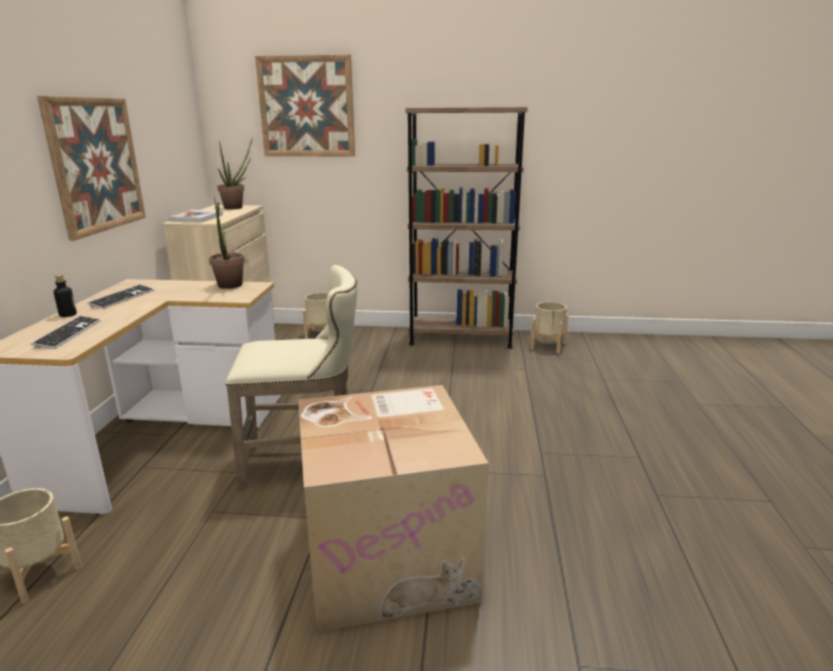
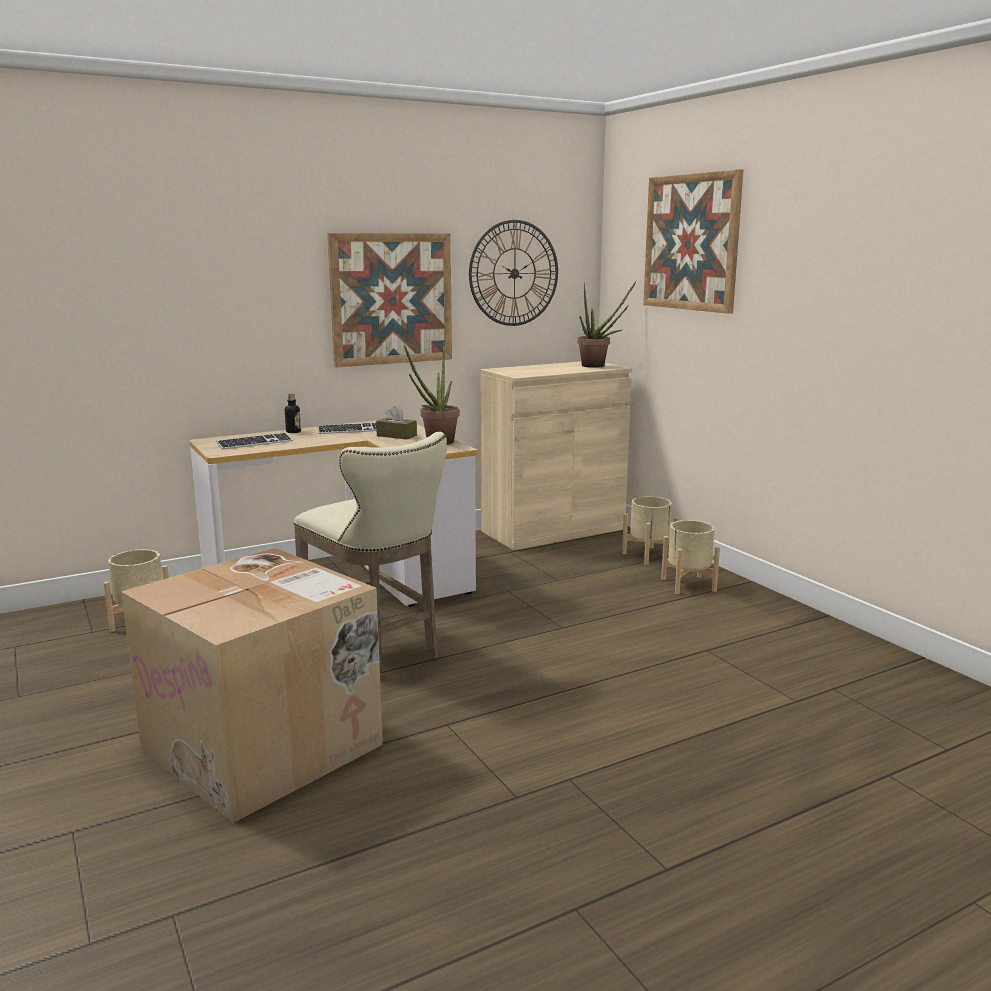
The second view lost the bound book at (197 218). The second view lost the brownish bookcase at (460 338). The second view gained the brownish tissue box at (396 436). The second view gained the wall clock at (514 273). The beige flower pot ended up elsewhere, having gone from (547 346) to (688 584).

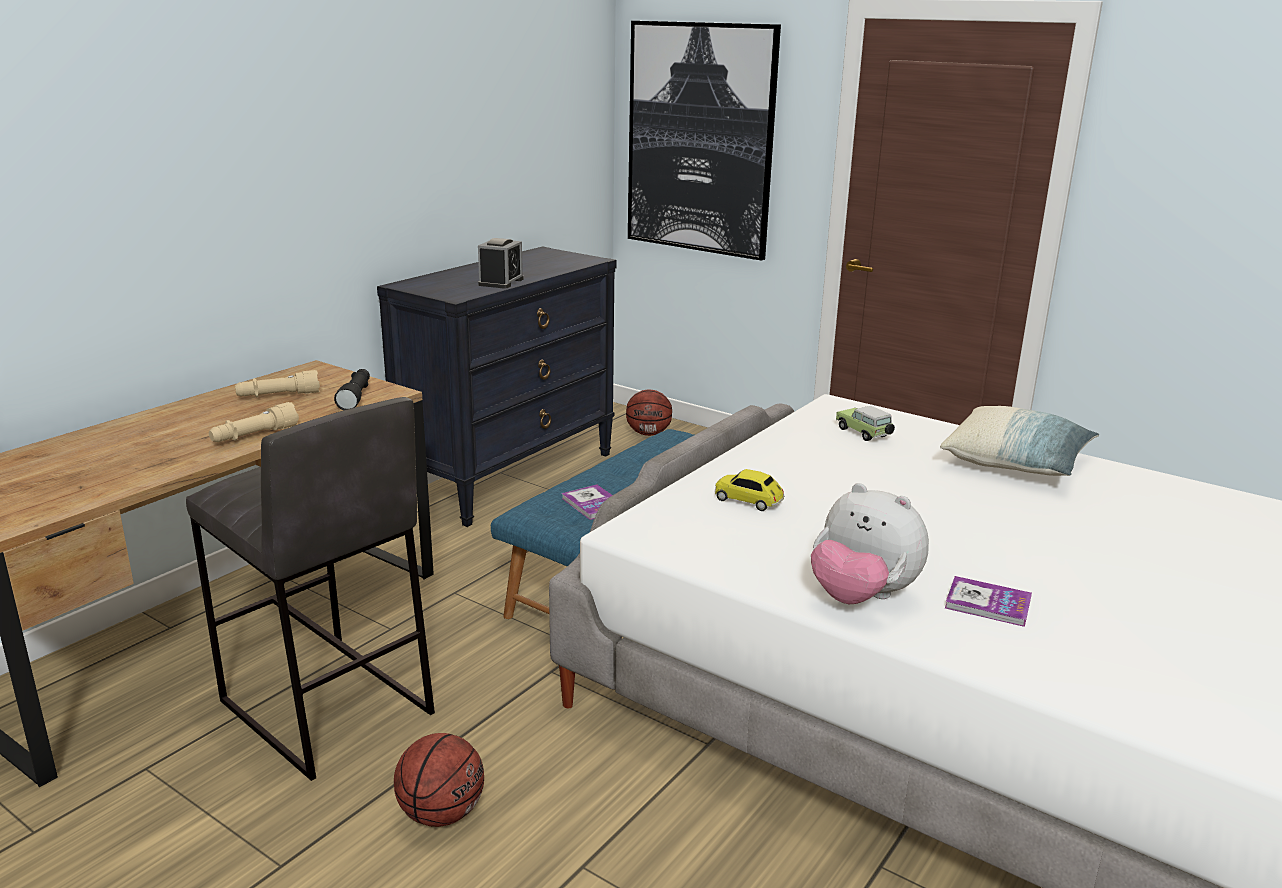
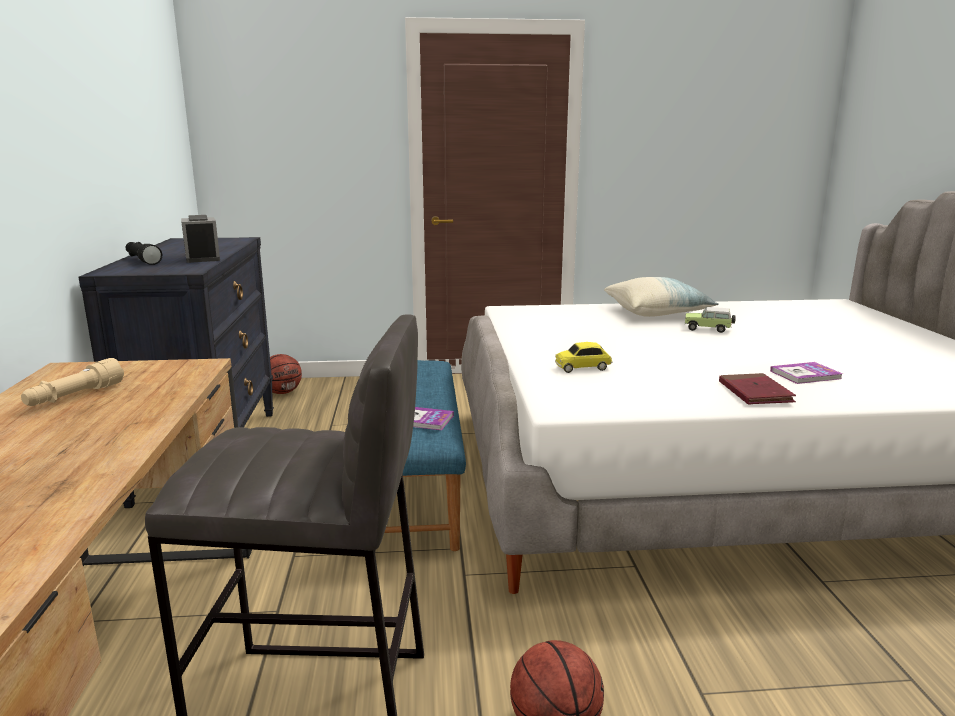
The second view lost the beige flashlight at (254 436). The second view lost the wall art at (700 139). The black flashlight ended up elsewhere, having gone from (356 397) to (142 260). The miniature car ended up elsewhere, having gone from (864 434) to (709 329). Where the soft toy stood at (861 597), the red-coloured bound book came to stand at (755 393).

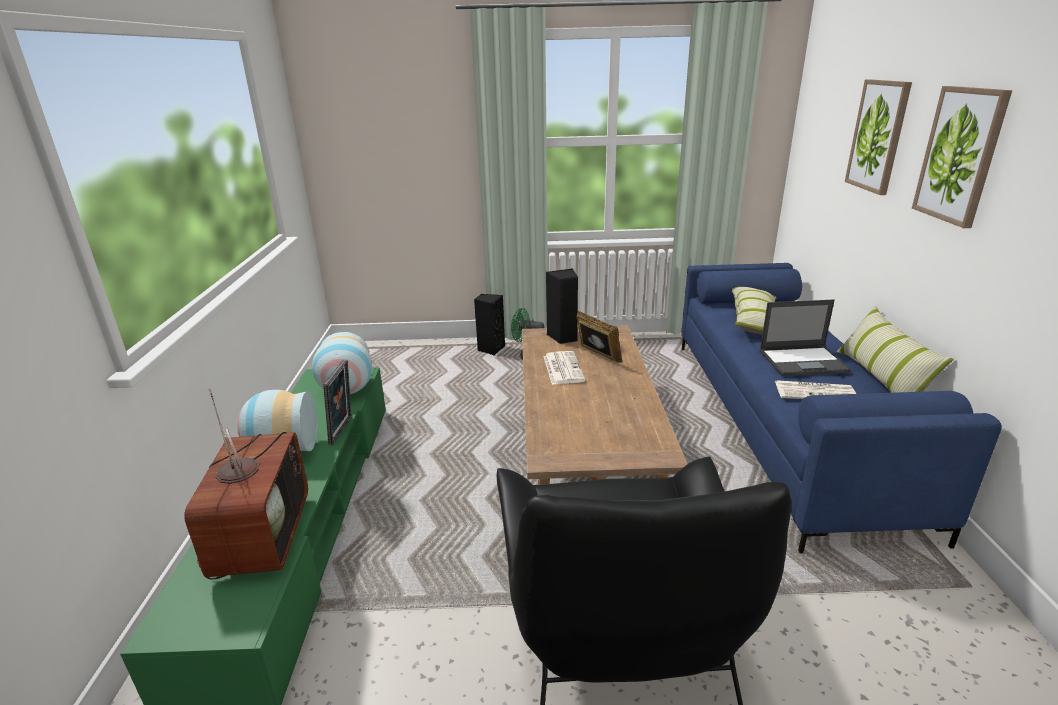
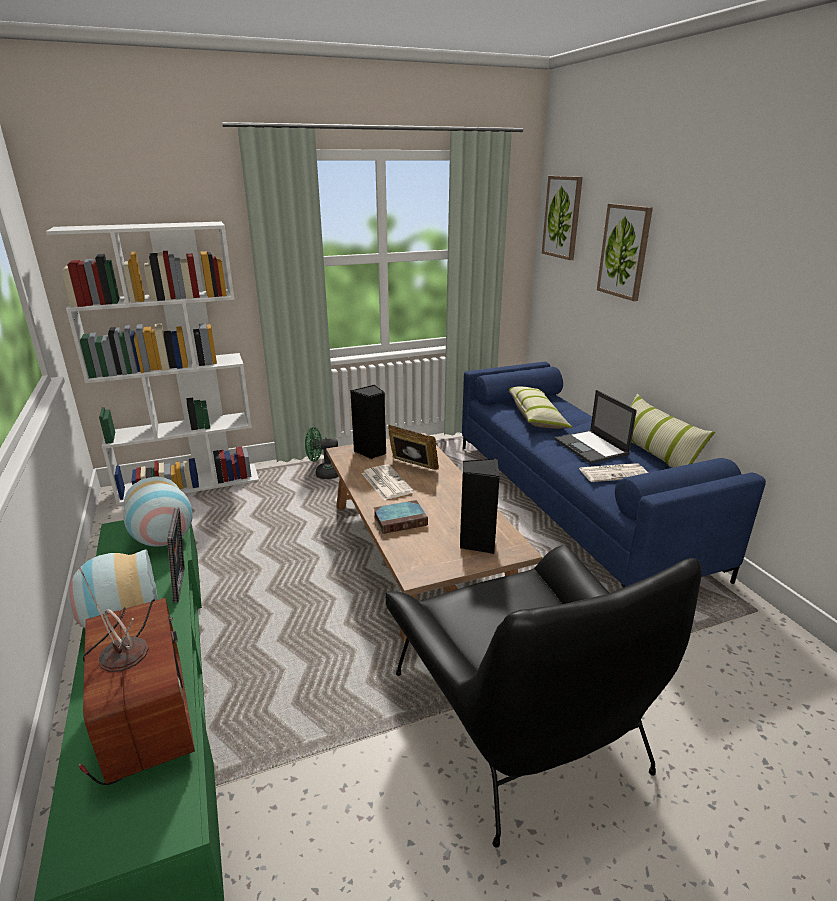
The second view gained the whitish bookcase at (190 484). The second view gained the bound book at (401 520). The black loudspeaker ended up elsewhere, having gone from (491 349) to (477 542). The wall art ended up elsewhere, having gone from (960 155) to (562 217). The portable computer at (804 361) ended up facing another way, 90 degrees clockwise from before.

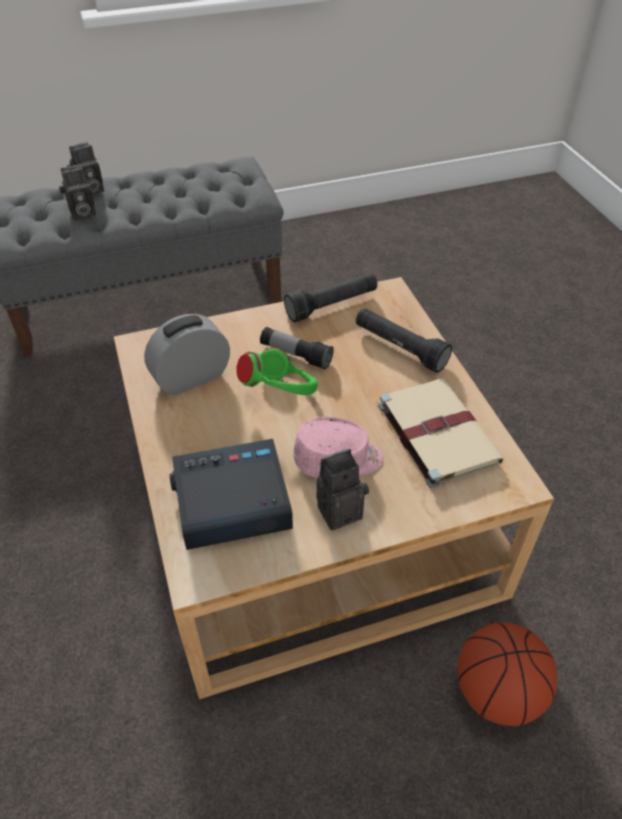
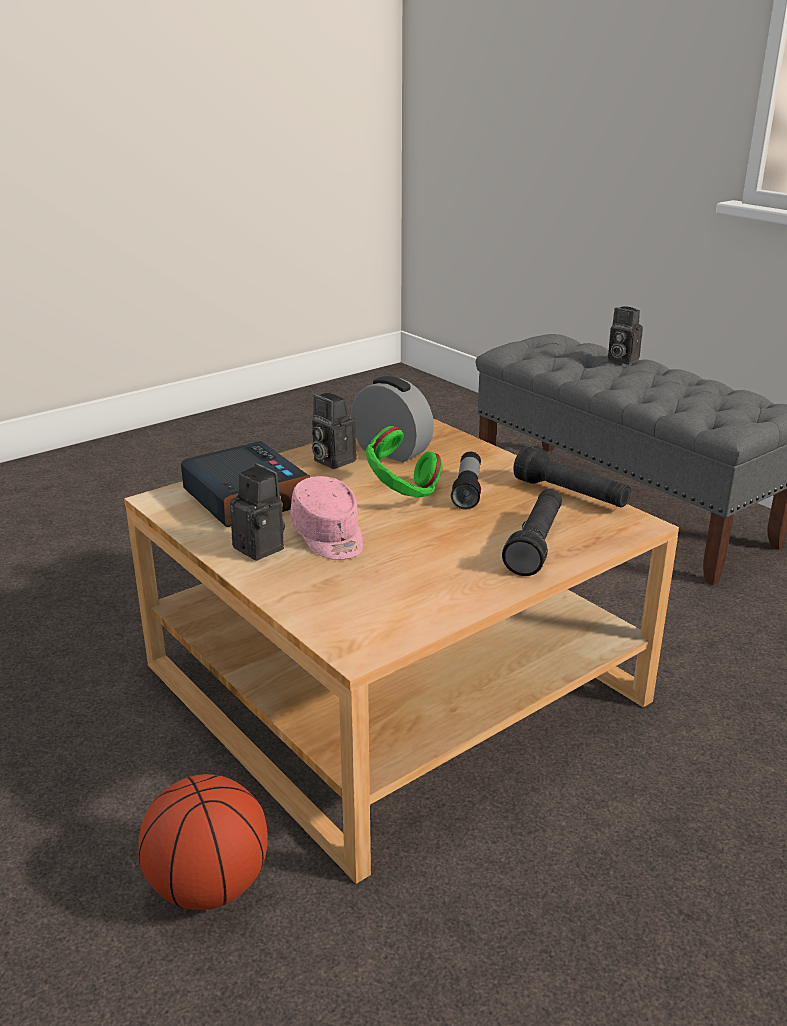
The second view lost the beige bound book at (436 432). The photo camera ended up elsewhere, having gone from (81 214) to (331 460).

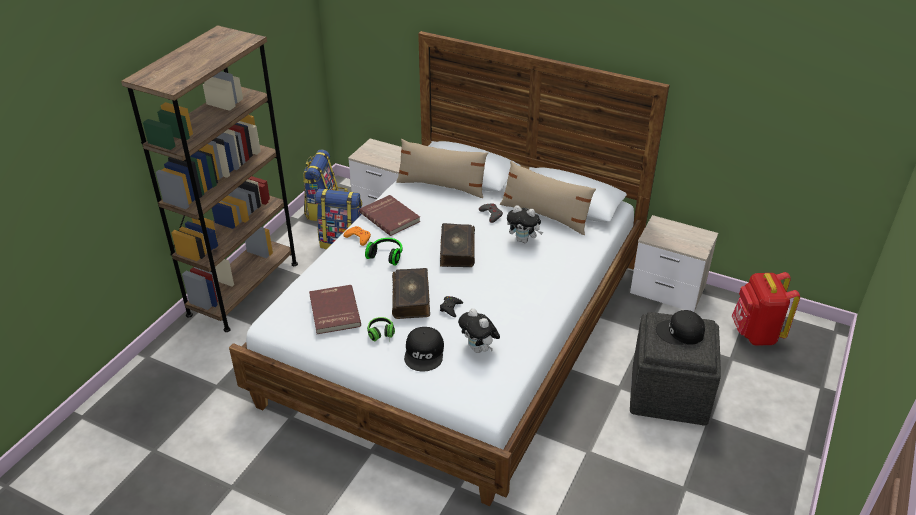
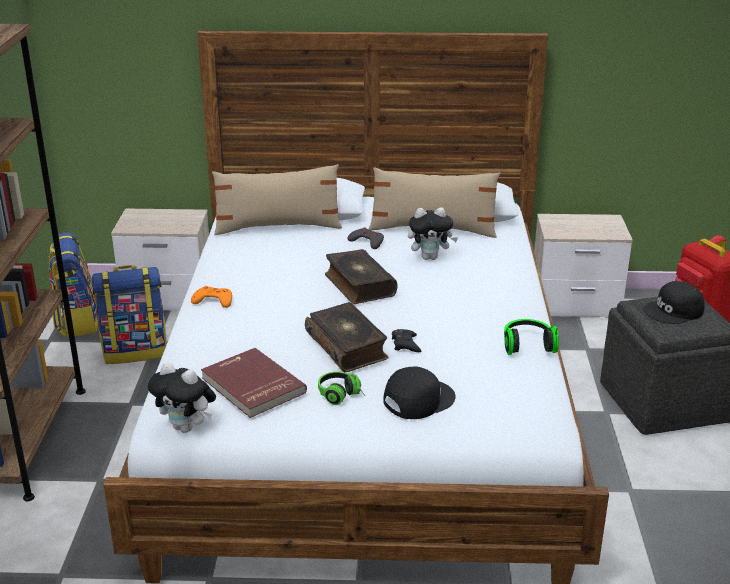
The second view lost the red-coloured bound book at (391 217). The pair of headphones ended up elsewhere, having gone from (386 255) to (527 345). The soft toy ended up elsewhere, having gone from (479 349) to (187 427). The black baseball cap at (425 353) ended up facing another way, 105 degrees counterclockwise from before.

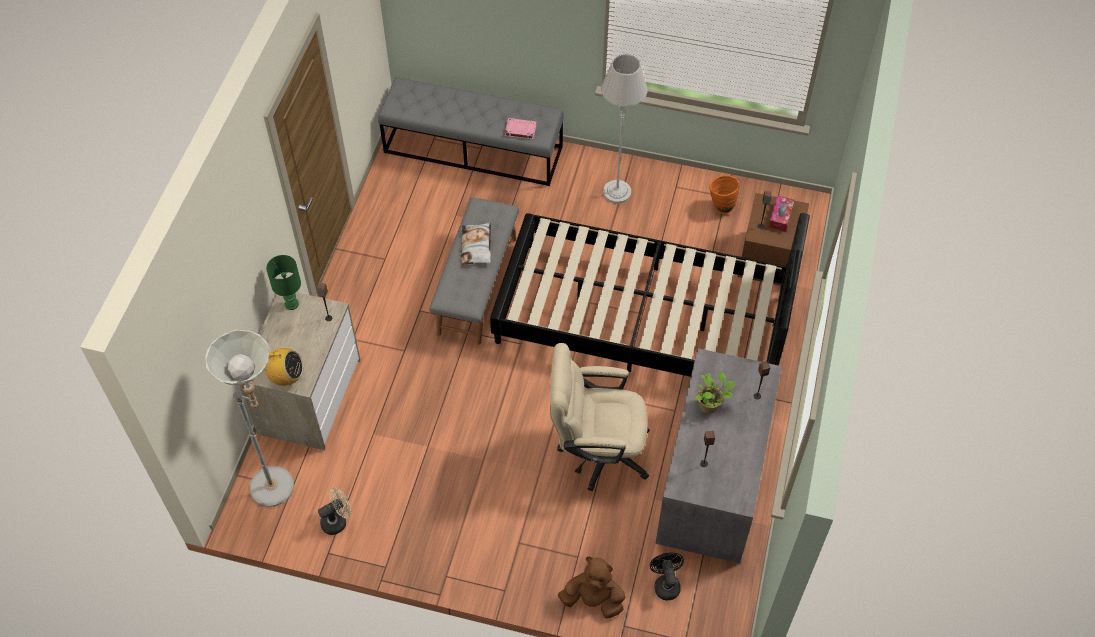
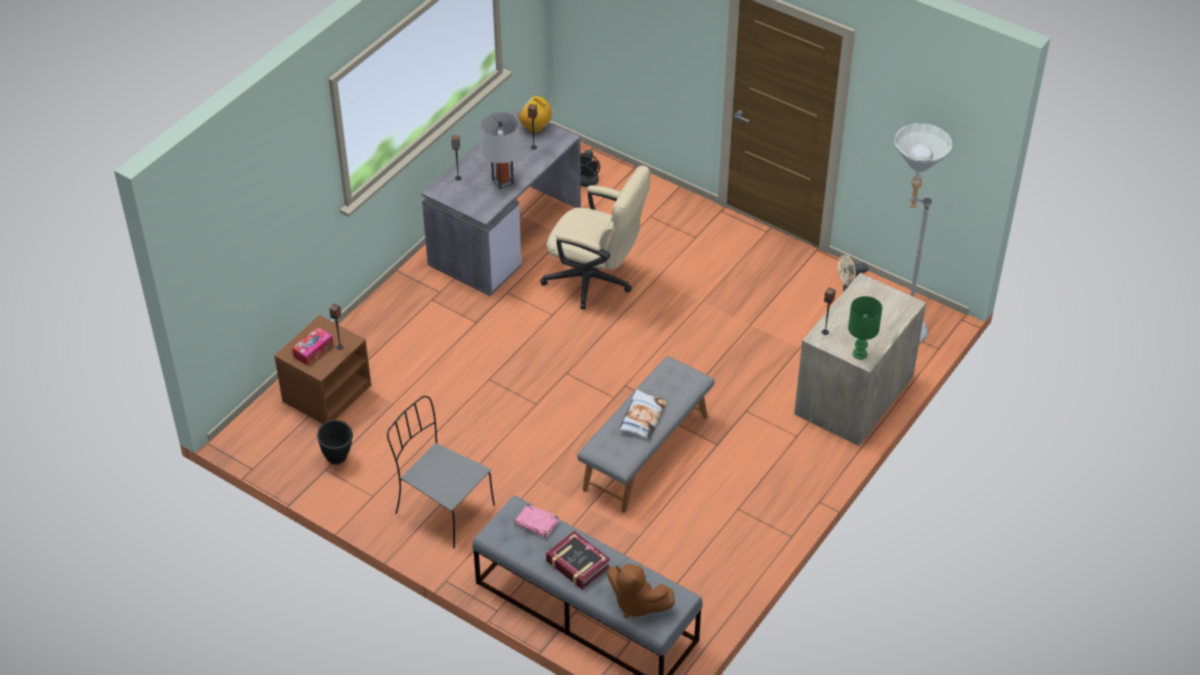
The second view lost the black bed at (642 320). The second view gained the bound book at (577 564). The radio ended up elsewhere, having gone from (286 377) to (535 127). The brownish soft toy ended up elsewhere, having gone from (593 600) to (636 603). Where the greyish standing lamp stood at (617 192), the greyish upright chair came to stand at (442 508). Where the plant in a pot stood at (710 405), the greyish tabletop lamp came to stand at (503 182). What was the orange decorative vase at (720 206) turned into the black decorative vase at (339 460).

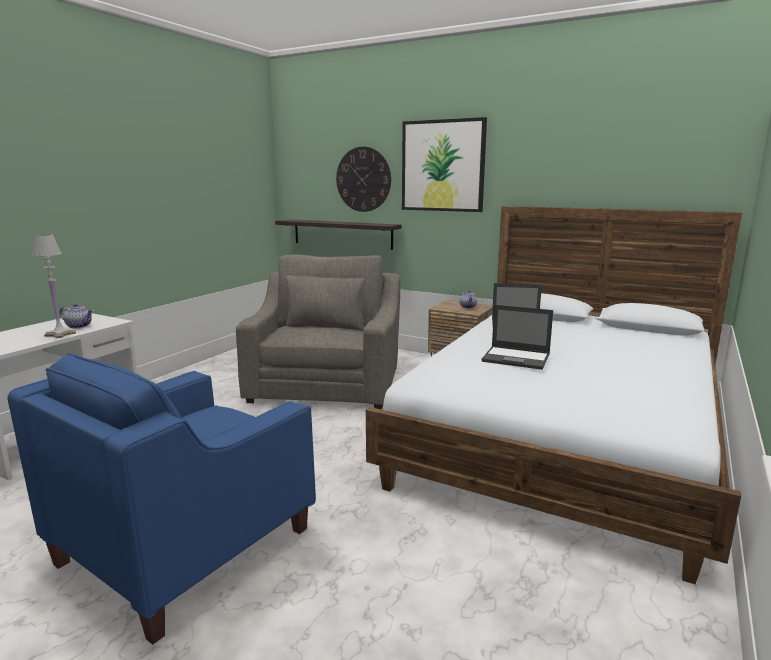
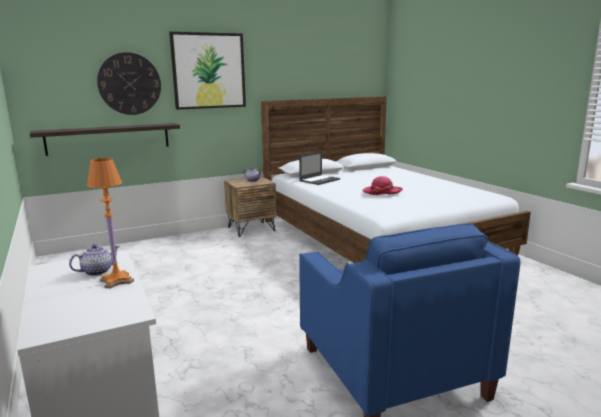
The second view lost the greyish armchair at (326 383). Where the portable computer stood at (517 358), the hat came to stand at (382 192). What was the whitish tabletop lamp at (60 334) turned into the orange tabletop lamp at (117 280).

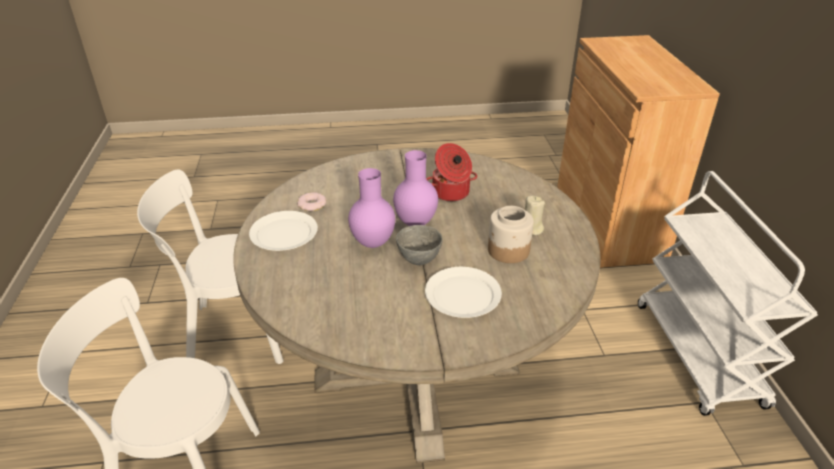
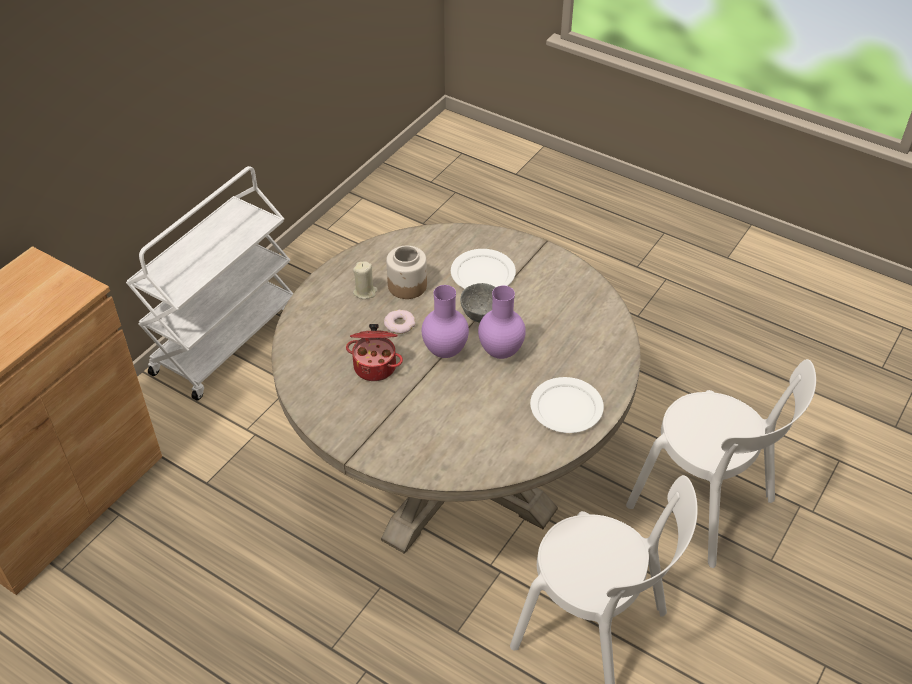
The ring doughnut ended up elsewhere, having gone from (312 205) to (399 324).

